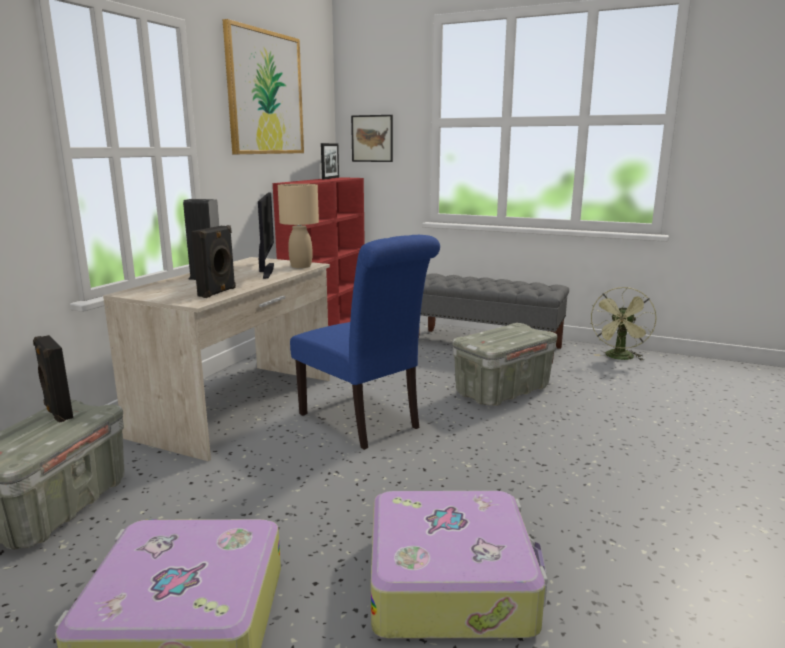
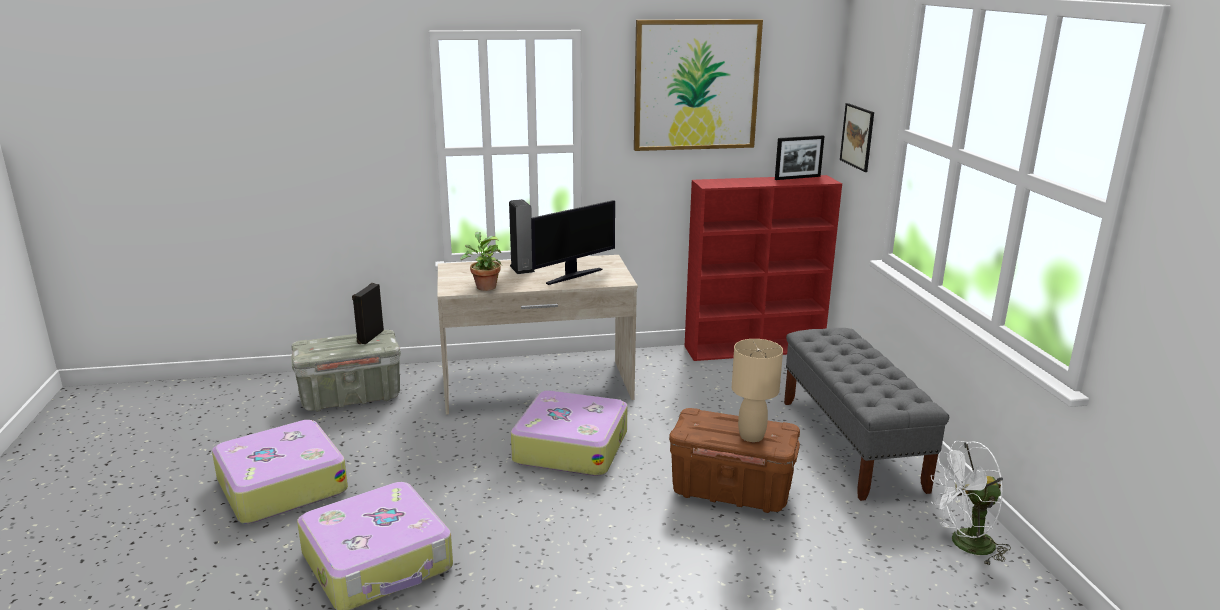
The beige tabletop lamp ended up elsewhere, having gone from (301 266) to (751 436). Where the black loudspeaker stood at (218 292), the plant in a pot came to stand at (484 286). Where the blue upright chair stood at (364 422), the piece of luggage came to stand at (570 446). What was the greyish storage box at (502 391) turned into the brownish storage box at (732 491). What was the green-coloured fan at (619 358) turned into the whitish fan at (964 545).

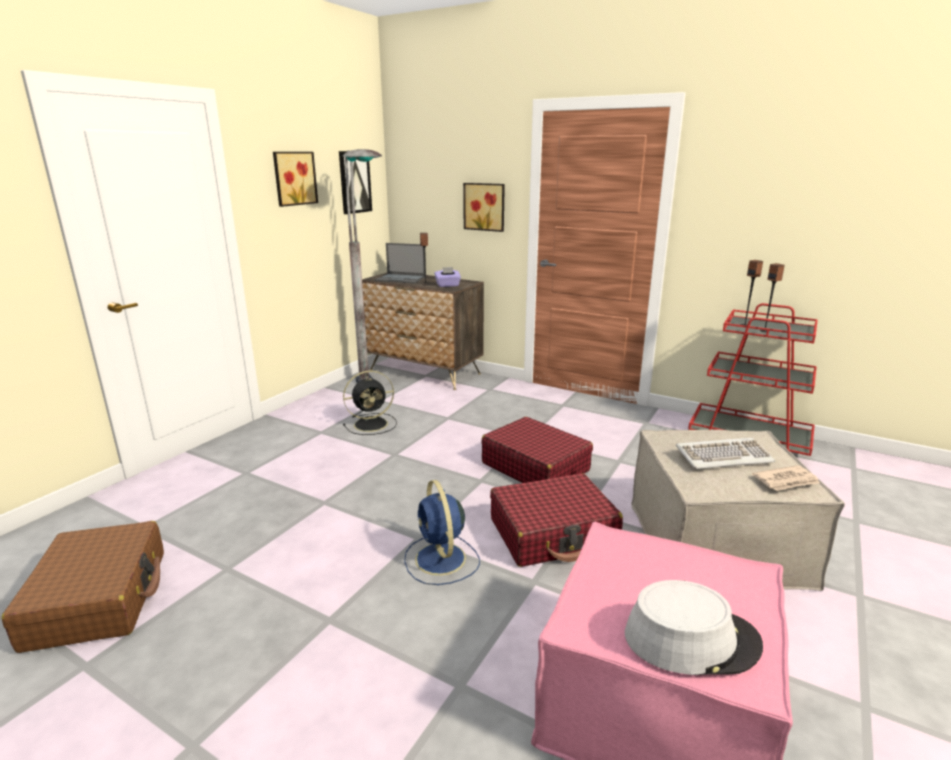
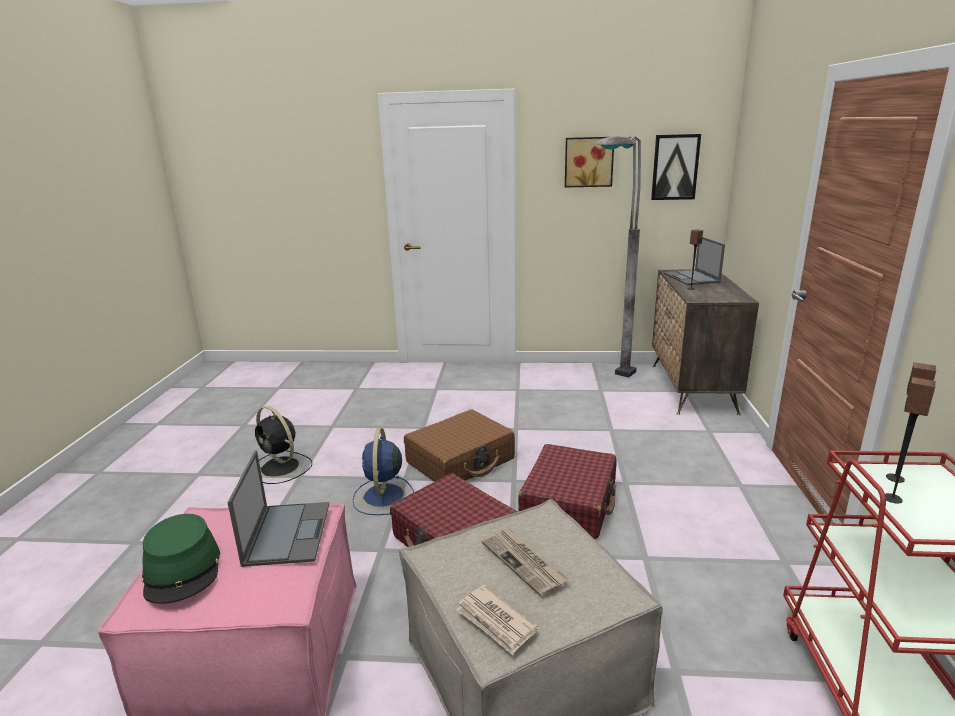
The second view lost the purple tissue box at (448 285). The second view lost the wall art at (485 206). The second view gained the portable computer at (287 532). The brownish piece of luggage ended up elsewhere, having gone from (99 598) to (461 461). The black fan ended up elsewhere, having gone from (372 424) to (281 468). Where the computer keyboard stood at (723 456), the newspaper came to stand at (524 563). What was the greyish hat at (691 639) turned into the green-coloured hat at (182 569). The blue fan at (441 560) ended up facing another way, 45 degrees counterclockwise from before.

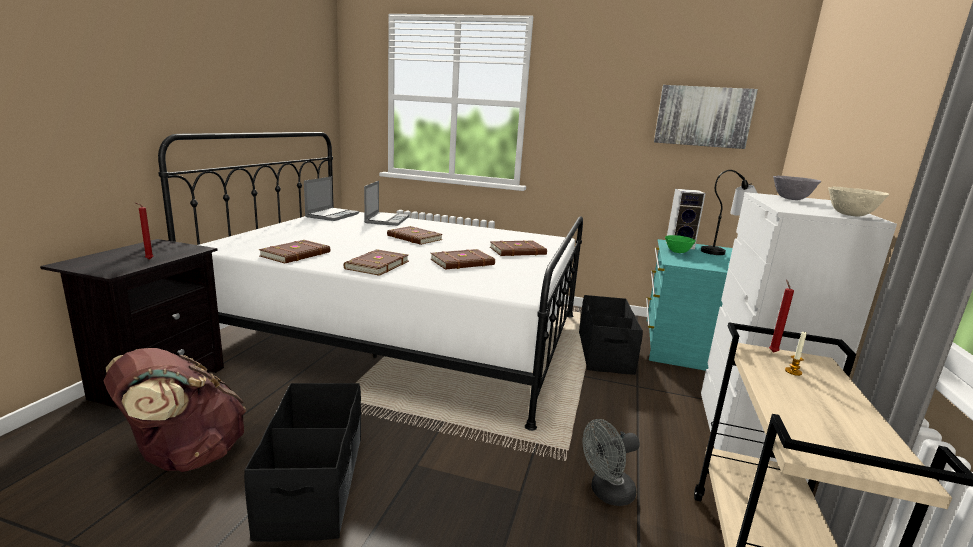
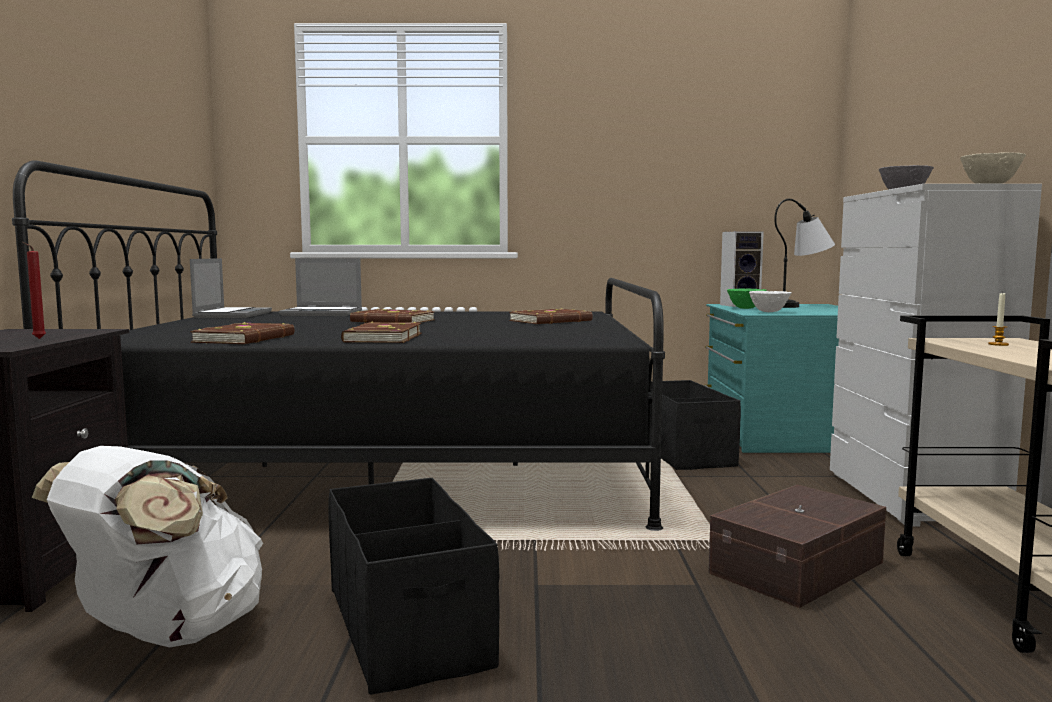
The second view lost the brownish bound book at (463 262). The second view lost the wall art at (703 116). The second view lost the red-coloured candle at (772 351). The second view gained the whitish deep dish at (769 312). Where the greyish fan stood at (606 493), the brownish storage box came to stand at (800 568). What was the brownish rucksack at (185 456) turned into the whitish rucksack at (166 634). What was the whitish bed at (404 331) turned into the black bed at (389 466). The portable computer at (386 220) ended up facing another way, 105 degrees clockwise from before.

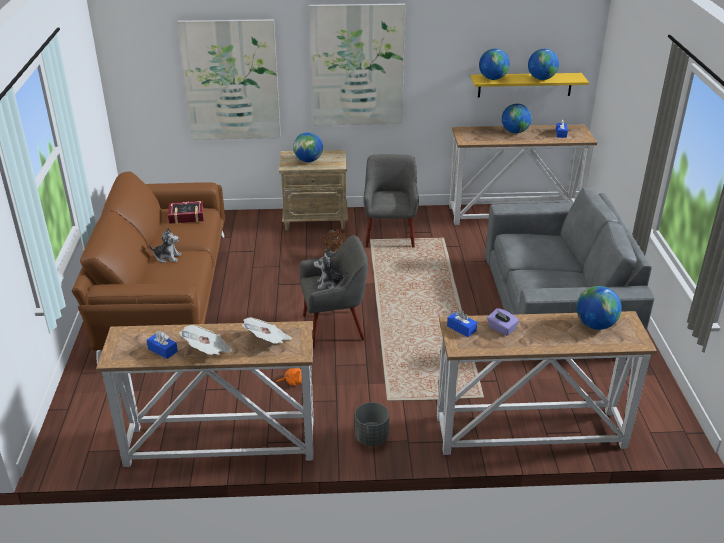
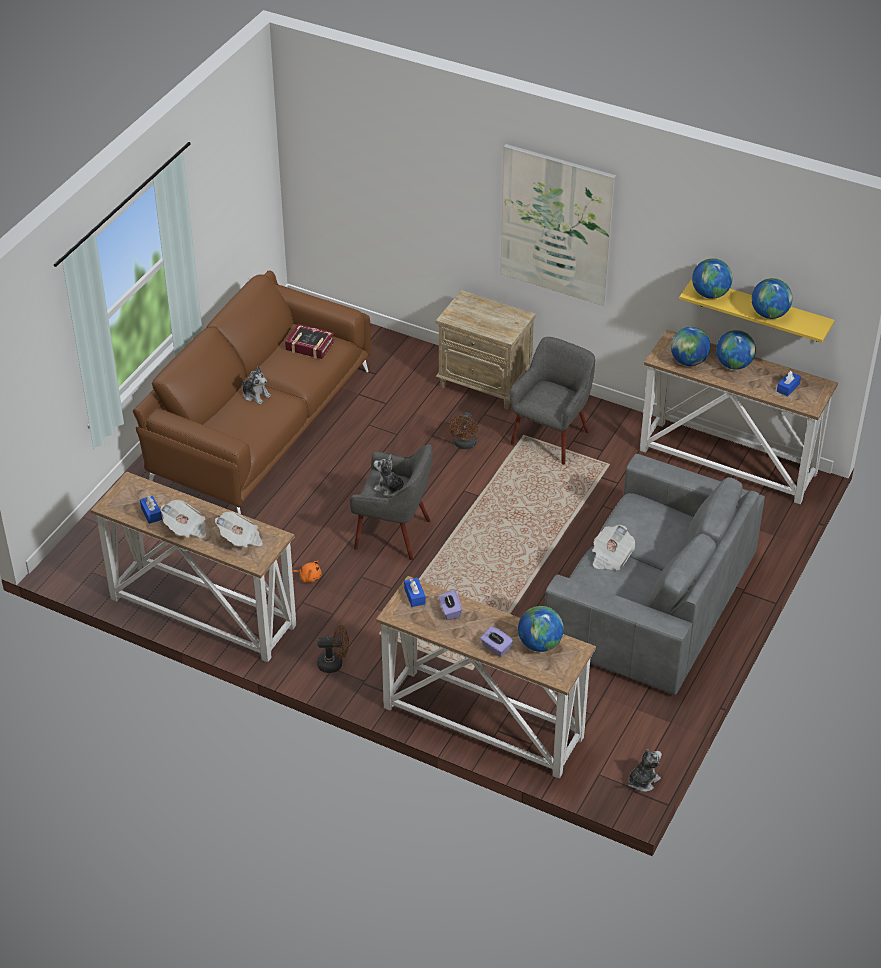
The second view lost the wall art at (231 81). The second view gained the purple tissue box at (496 648). The second view gained the newspaper at (610 557). The second view gained the soft toy at (643 781). The desk globe ended up elsewhere, having gone from (308 160) to (688 361). Where the greyish flower pot stood at (371 437), the brownish fan came to stand at (334 663).

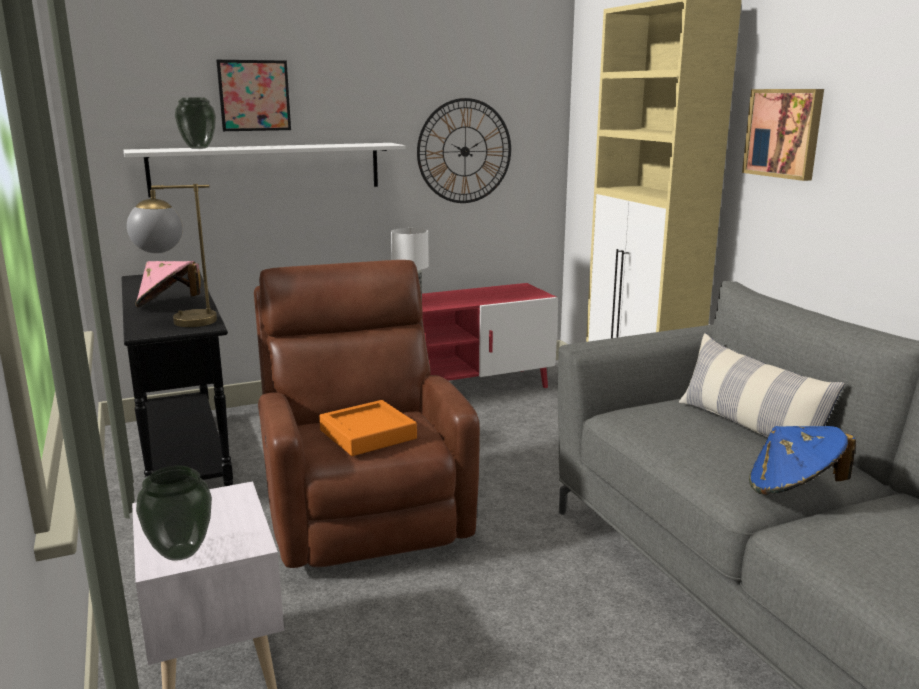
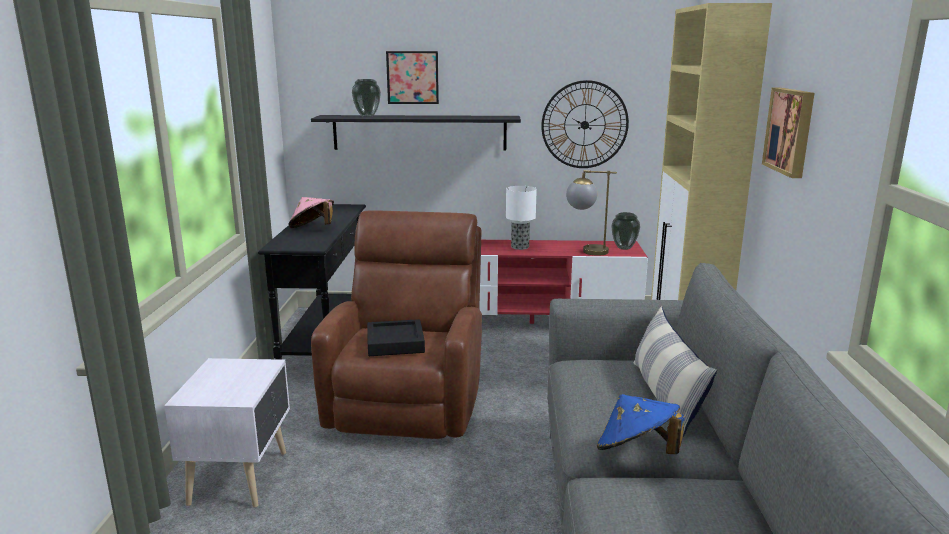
The tabletop lamp ended up elsewhere, having gone from (178 322) to (586 251). The decorative vase ended up elsewhere, having gone from (180 552) to (624 248). What was the whitish shelf at (267 168) turned into the black shelf at (419 132). What was the orange serving tray at (368 434) turned into the black serving tray at (395 343).

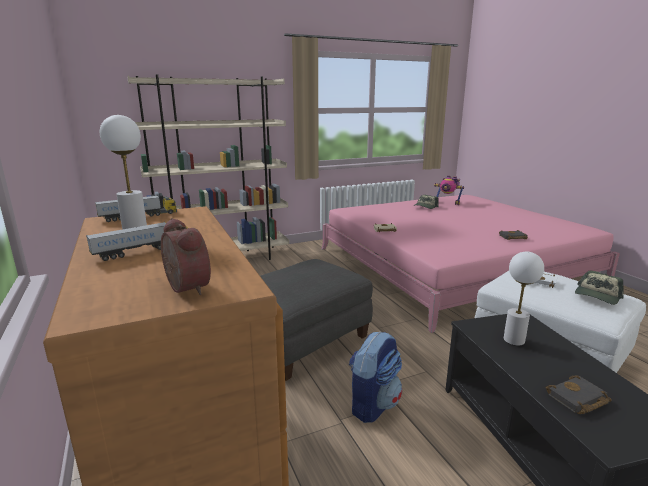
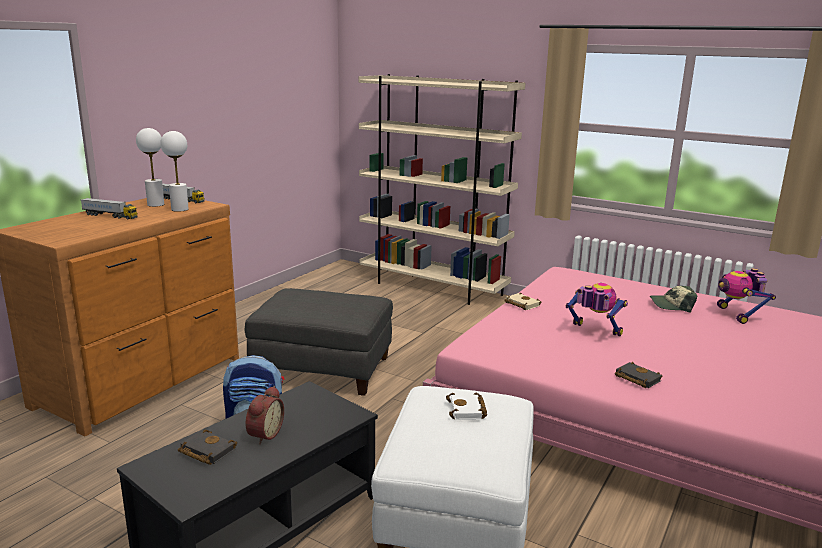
The second view lost the baseball cap at (597 296). The second view gained the toy robot at (594 332). The bedside clock ended up elsewhere, having gone from (184 288) to (263 434). The whitish tabletop lamp ended up elsewhere, having gone from (514 340) to (180 209).

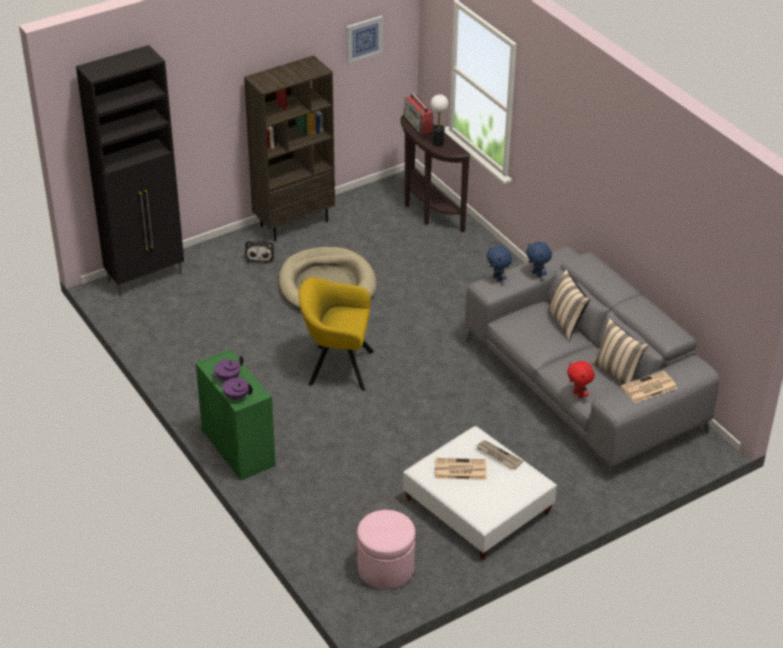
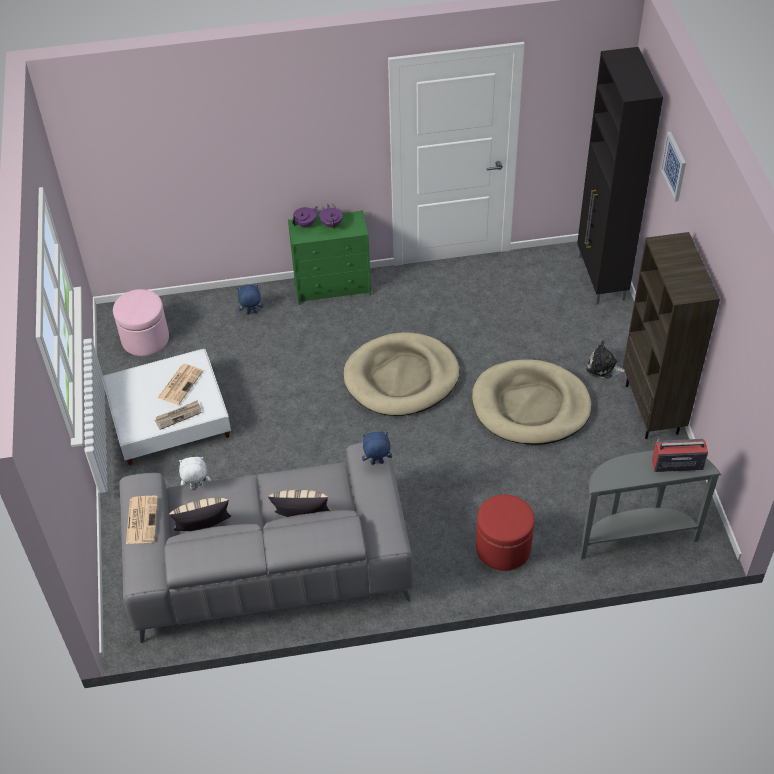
The second view lost the tabletop lamp at (438 143). The second view gained the red-coloured footrest at (503 548). The wall art ended up elsewhere, having gone from (364 39) to (674 166). The blue soft toy ended up elsewhere, having gone from (537 274) to (251 313). Where the yellow armchair stood at (336 367), the beige dog cushion came to stand at (401 378). What was the brownish narrow table at (427 211) turned into the greyish narrow table at (635 537). What was the red-coloured soft toy at (578 394) turned into the whitish soft toy at (196 487).

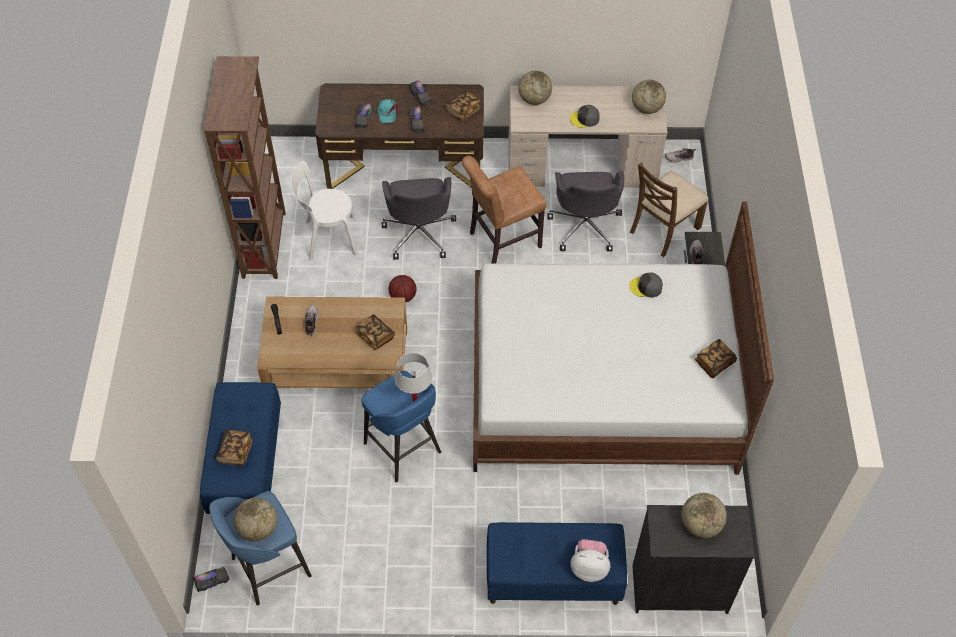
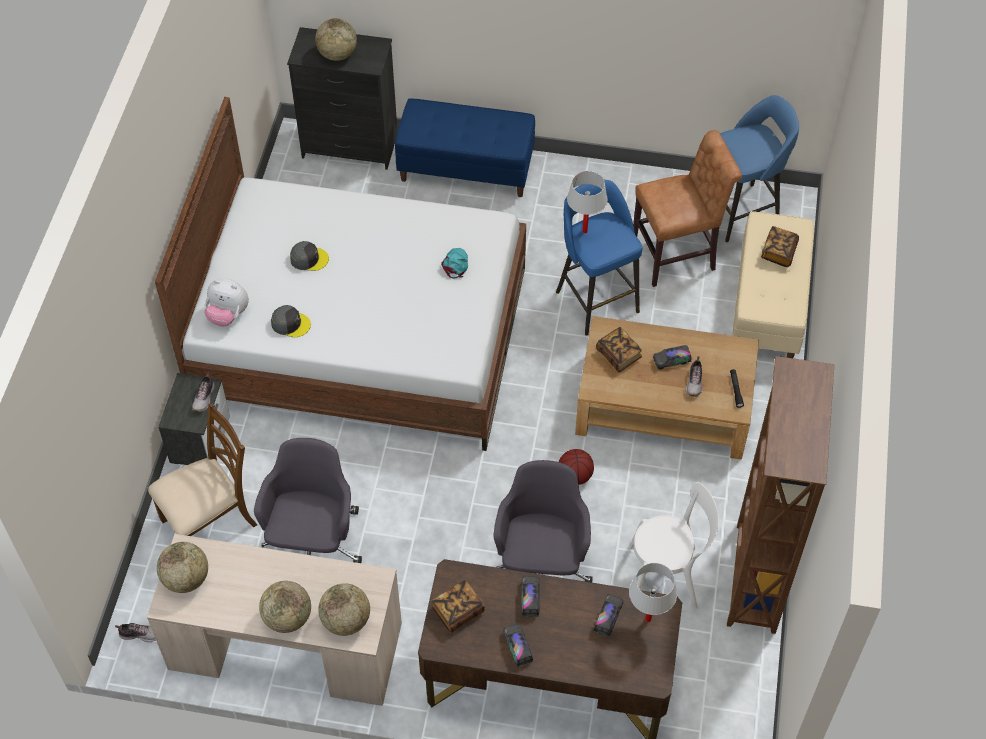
The second view lost the bound book at (714 363). The second view gained the whitish tabletop lamp at (648 619). The toy lorry ended up elsewhere, having gone from (212 581) to (671 361). The desk globe ended up elsewhere, having gone from (258 528) to (287 618). The blue-green baseball cap ended up elsewhere, having gone from (387 113) to (455 264). The brownish upright chair ended up elsewhere, having gone from (501 241) to (677 255). The greyish baseball cap ended up elsewhere, having gone from (585 119) to (309 259). The soft toy ended up elsewhere, having gone from (589 567) to (228 315). What was the blue long seat at (246 465) turned into the beige long seat at (768 307).

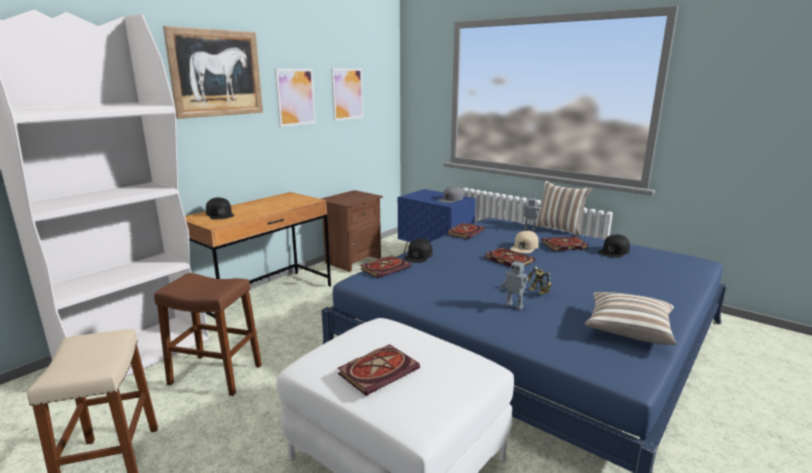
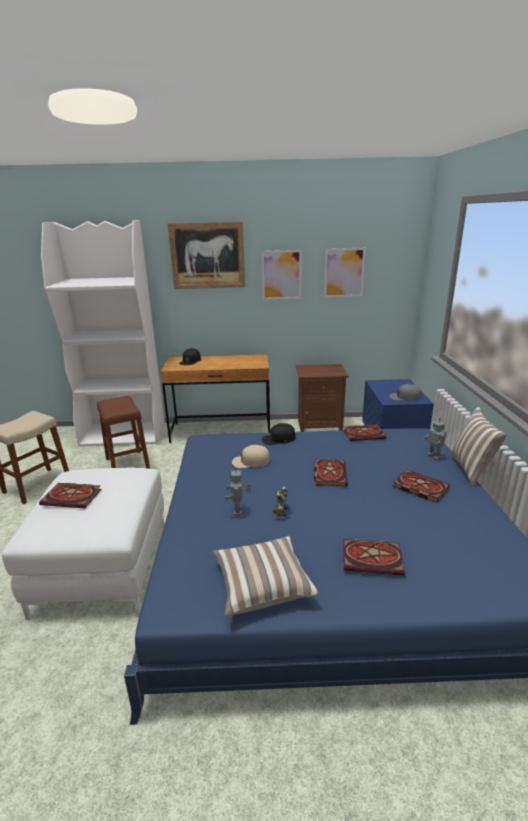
The second view lost the black baseball cap at (614 251). The bound book ended up elsewhere, having gone from (385 268) to (373 558). The beige baseball cap ended up elsewhere, having gone from (524 247) to (250 461).

